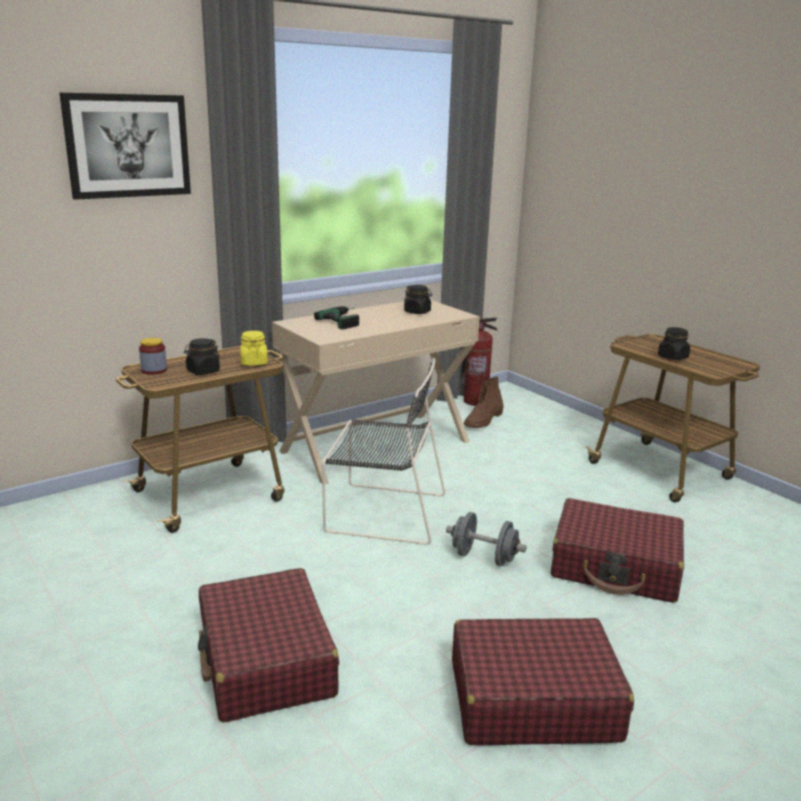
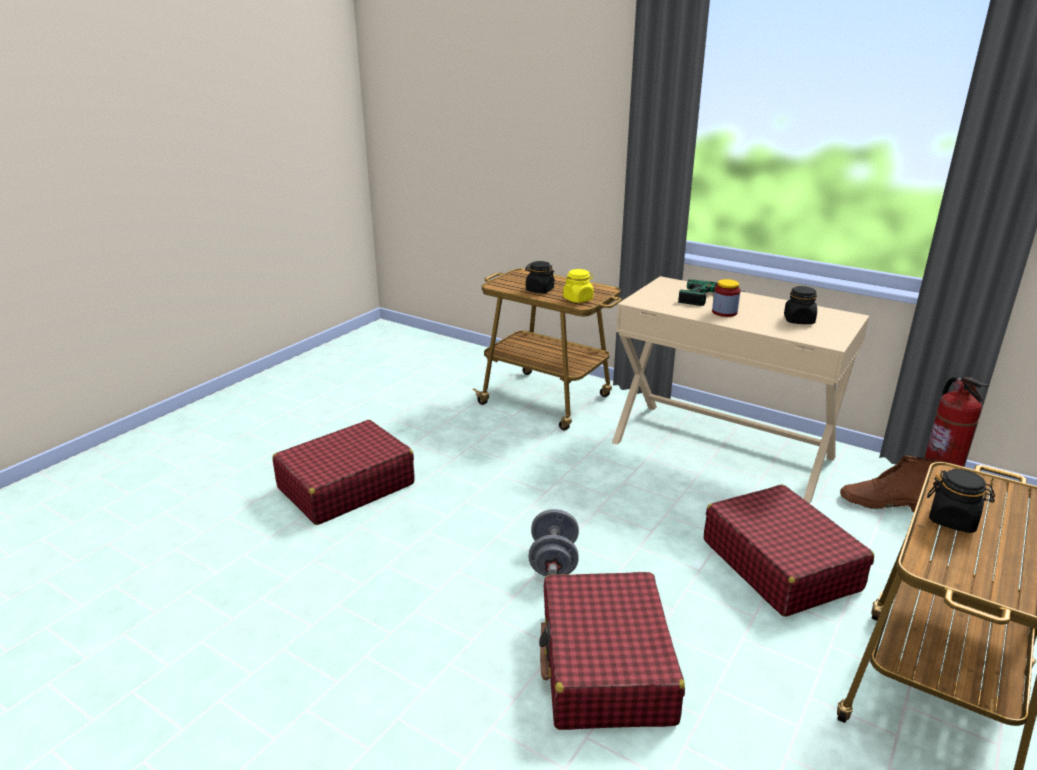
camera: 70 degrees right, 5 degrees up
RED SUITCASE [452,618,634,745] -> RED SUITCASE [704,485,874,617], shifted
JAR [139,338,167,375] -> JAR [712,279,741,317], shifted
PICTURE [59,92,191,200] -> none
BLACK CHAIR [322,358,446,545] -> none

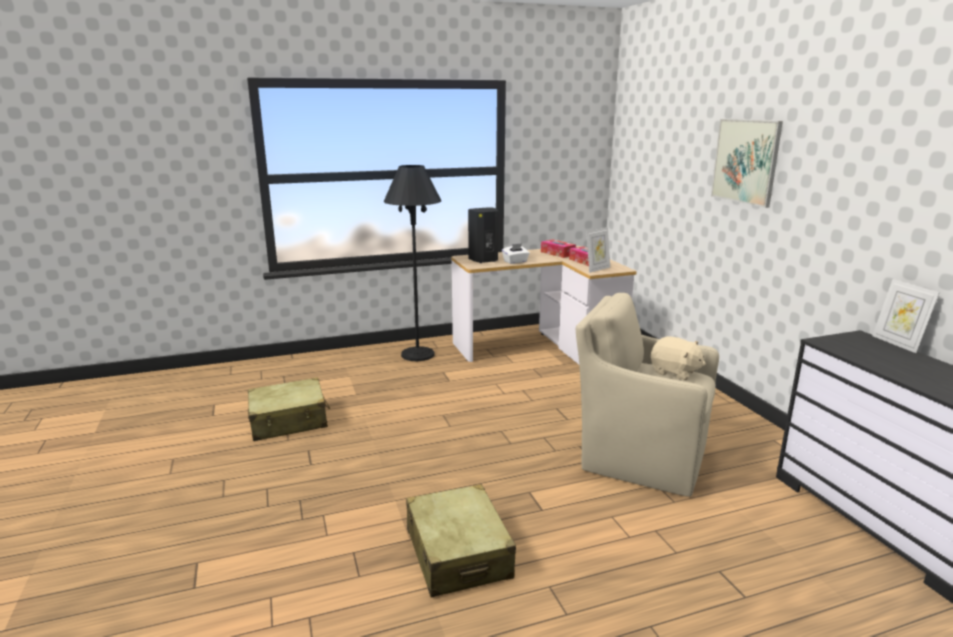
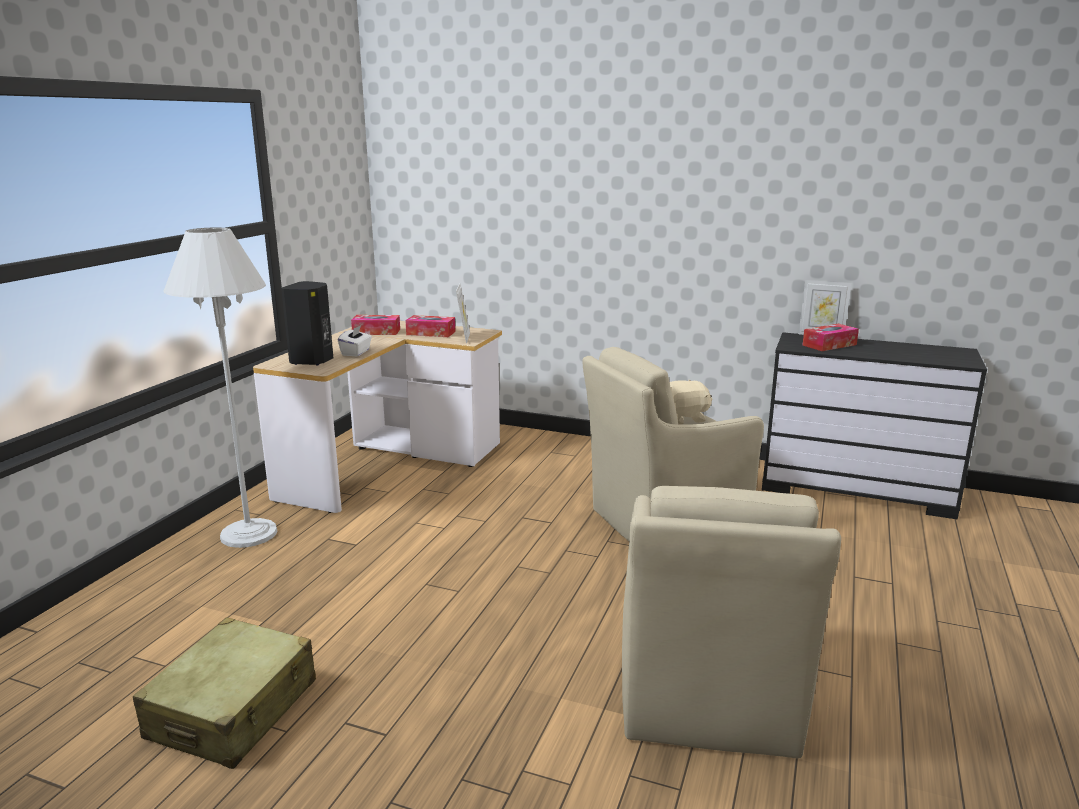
camera: 50 degrees left, 0 degrees up
BLACK FLOOR LAMP [384,165,441,361] -> WHITE FLOOR LAMP [163,228,277,548]
BEIGE SUITCASE [406,484,516,597] -> BEIGE ARMCHAIR [622,486,841,758]
none -> TISSUE BOX [803,324,859,351]
PICTURE [711,119,783,208] -> none

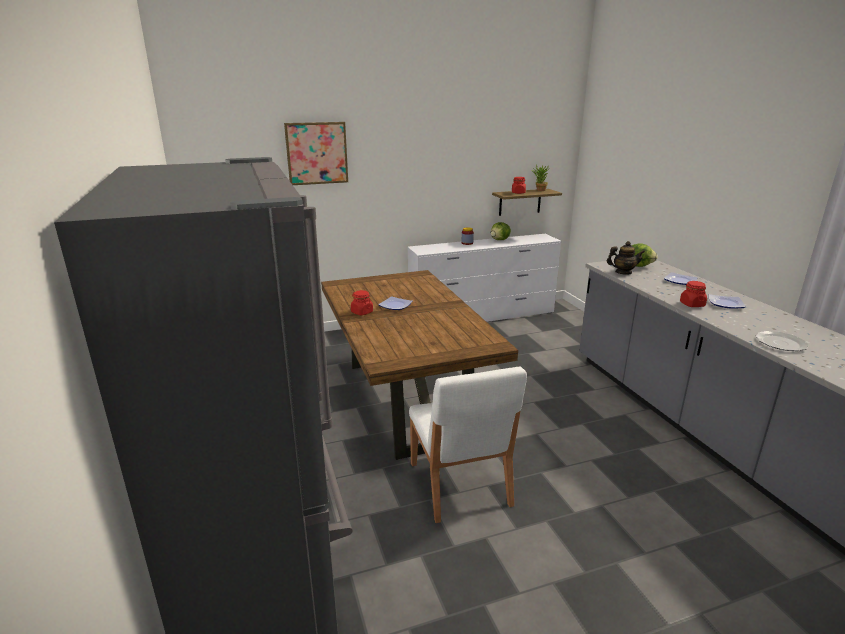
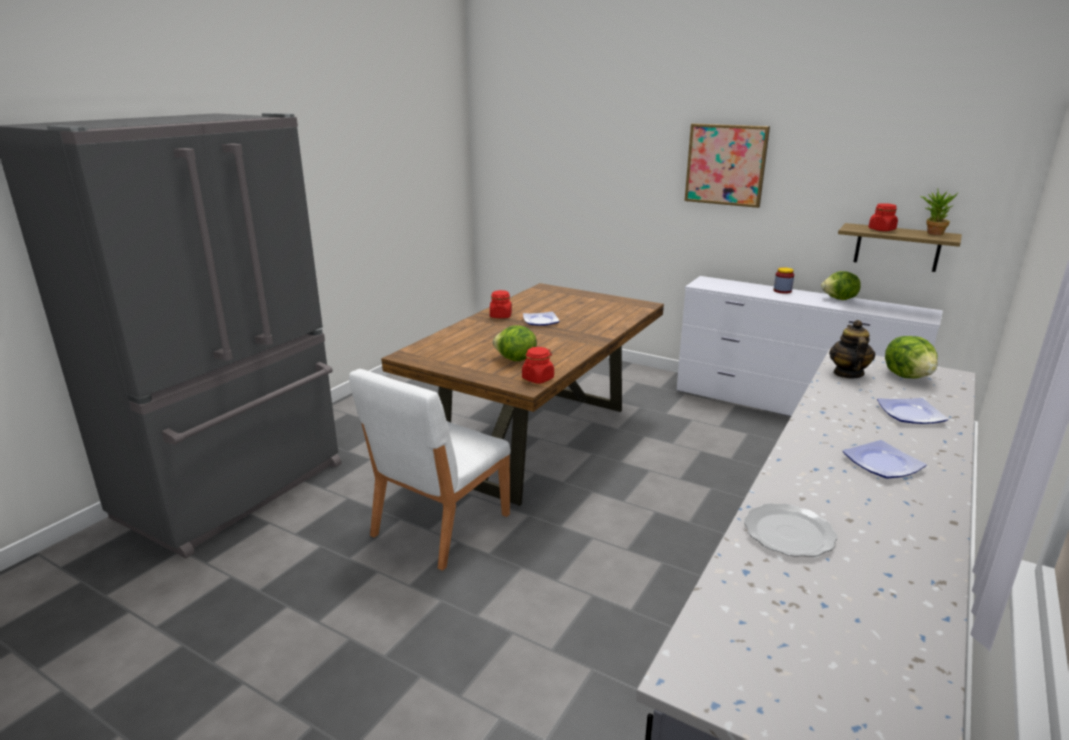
camera: 50 degrees right, 0 degrees up
none -> LETTUCE [493,325,537,361]
RED JAR [680,281,707,307] -> RED JAR [522,347,554,384], shifted
PICTURE [284,122,348,185] -> PICTURE [684,123,770,208], shifted
TEAPOT [607,241,645,275] -> TEAPOT [829,320,875,378], 135 degrees counterclockwise

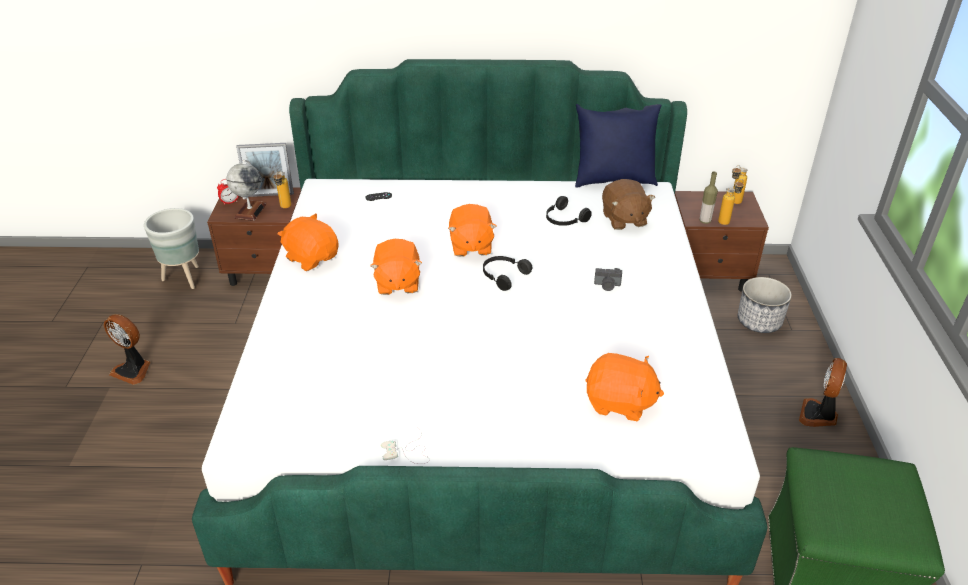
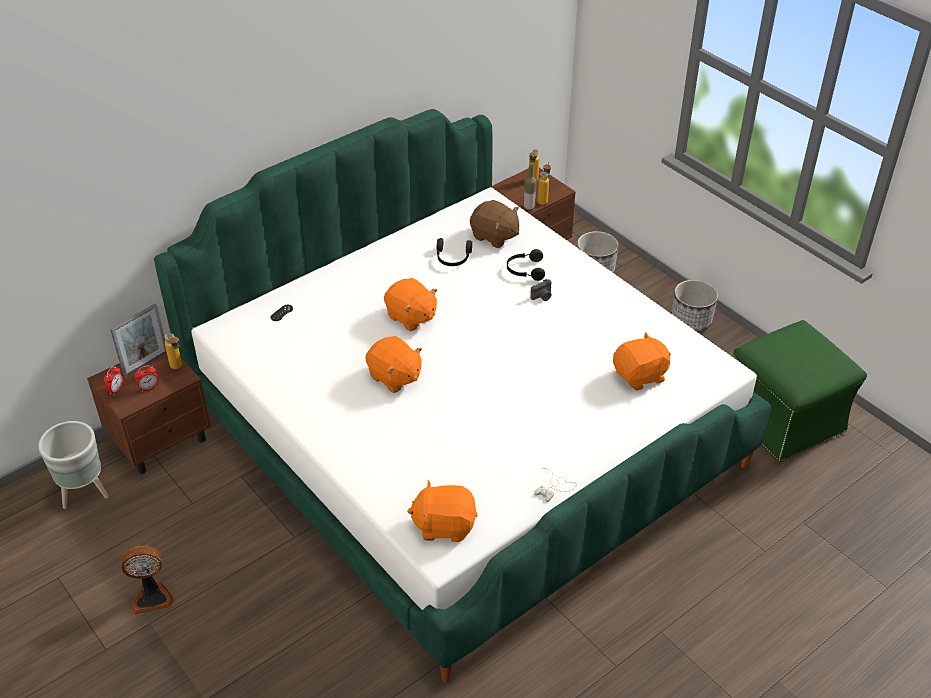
camera: 40 degrees left, 5 degrees up
GLOBE [226,160,266,221] -> ALARM CLOCK [135,365,159,392]
ORANGE PLUSH TOY [278,214,339,271] -> ORANGE PLUSH TOY [407,480,478,542], shifted
BLACK HEADPHONES [483,256,532,291] -> BLACK HEADPHONES [507,249,545,281], shifted
FAN [799,358,847,427] -> PLANTER [672,280,718,332]
BLUE PILLOW [575,104,661,188] -> none

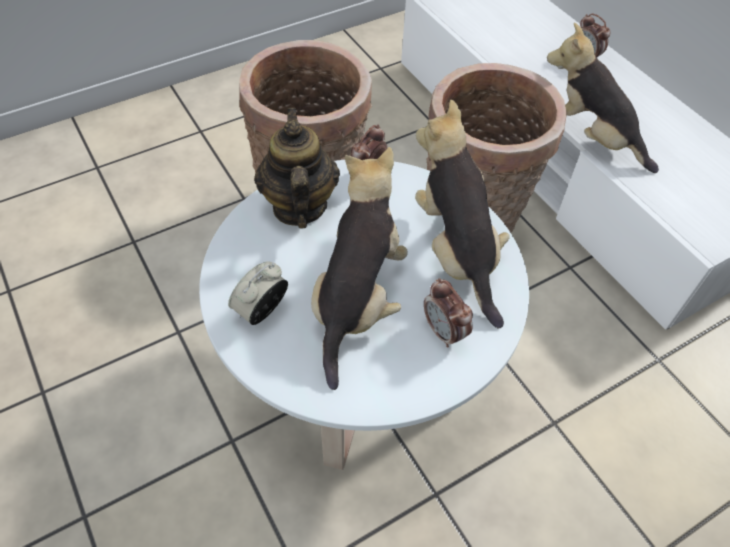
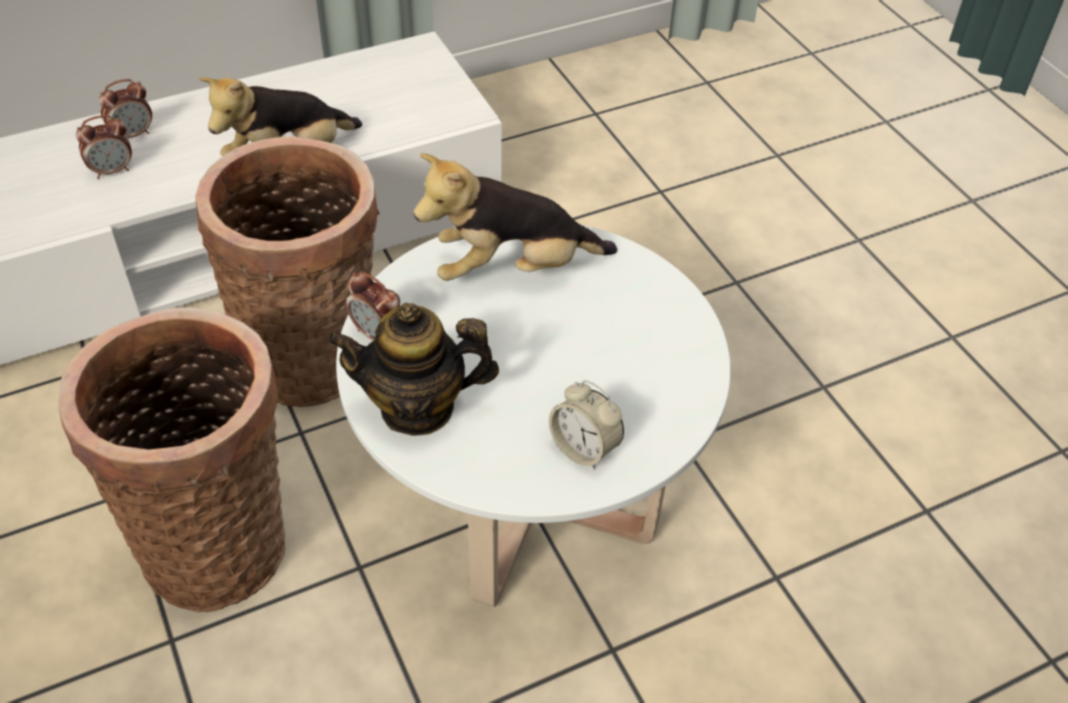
camera: 85 degrees left, 5 degrees down
ALARM CLOCK [424,278,473,348] -> ALARM CLOCK [76,115,132,179], shifted
PLUSH TOY [311,147,408,390] -> none

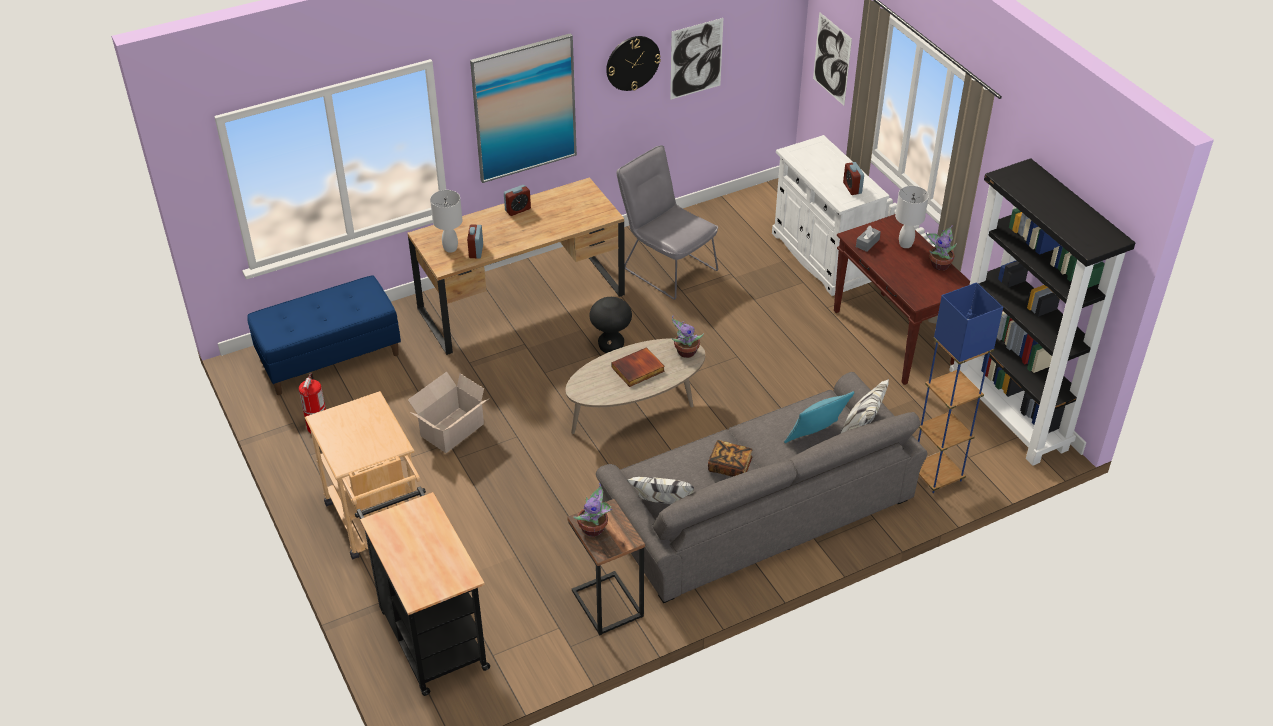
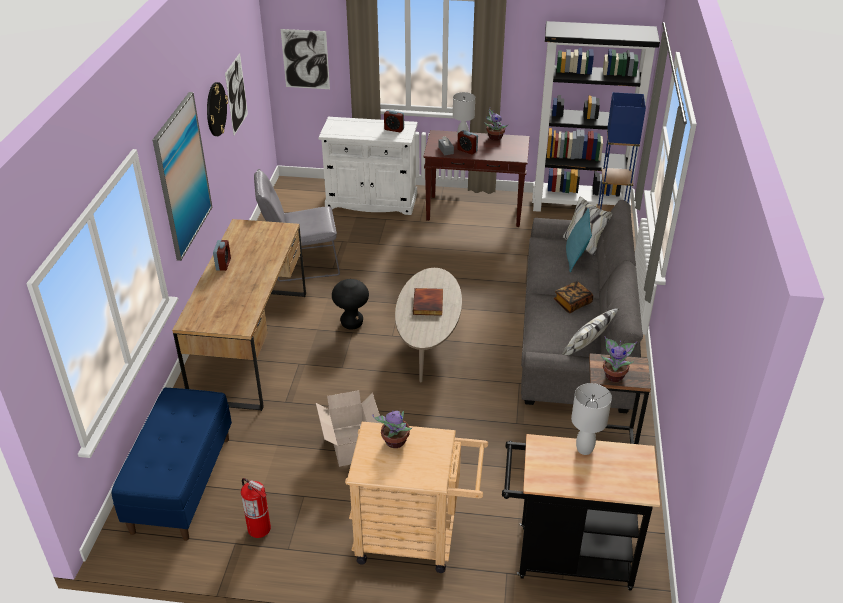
camera: 55 degrees left, 5 degrees down
POTTED PLANT [671,315,704,358] -> POTTED PLANT [372,410,412,448], shifted
ALARM CLOCK [467,225,483,258] -> ALARM CLOCK [457,130,478,154], shifted
WHITE TABLE LAMP [430,190,463,253] -> WHITE TABLE LAMP [571,383,612,455], shifted

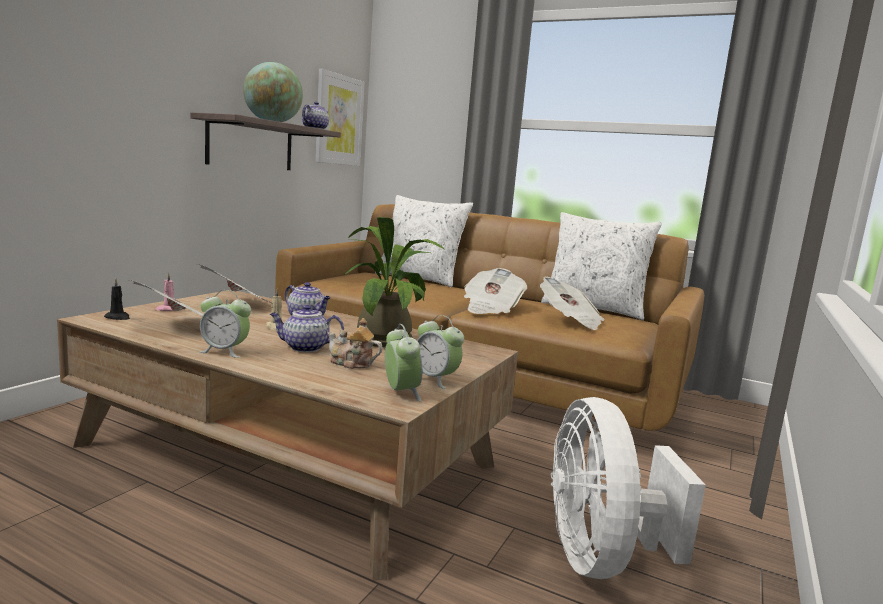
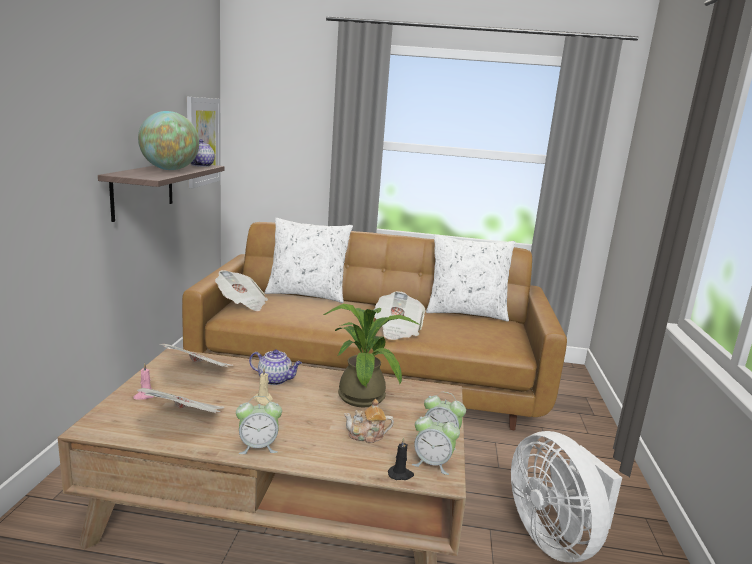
camera: 20 degrees left, 5 degrees up
NEWSPAPER [540,276,604,330] -> NEWSPAPER [215,270,268,311], shifted
BLACK CANDLE [104,279,130,320] -> BLACK CANDLE [388,437,414,480], shifted
ALARM CLOCK [385,324,423,401] -> ALARM CLOCK [412,412,460,475], 150 degrees clockwise
TEAPOT [270,305,344,352] -> none

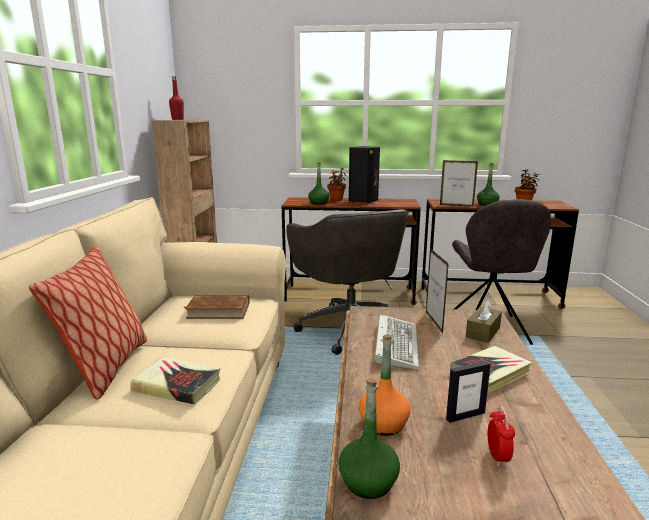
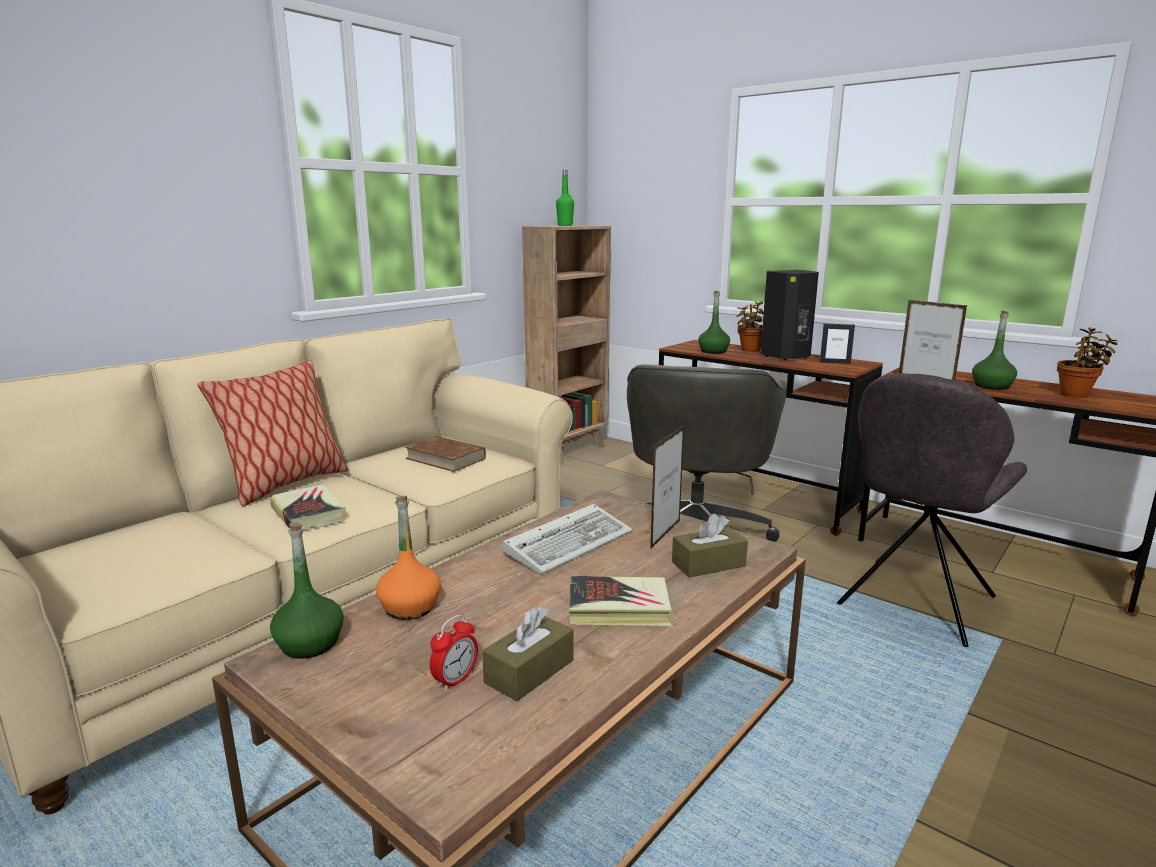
camera: 35 degrees right, 0 degrees up
none -> BROWN TISSUE BOX [482,606,574,701]
RED BOTTLE [169,76,184,120] -> GREEN BOTTLE [556,170,574,226]
PICTURE FRAME [446,361,490,423] -> PICTURE FRAME [820,324,855,364], shifted

